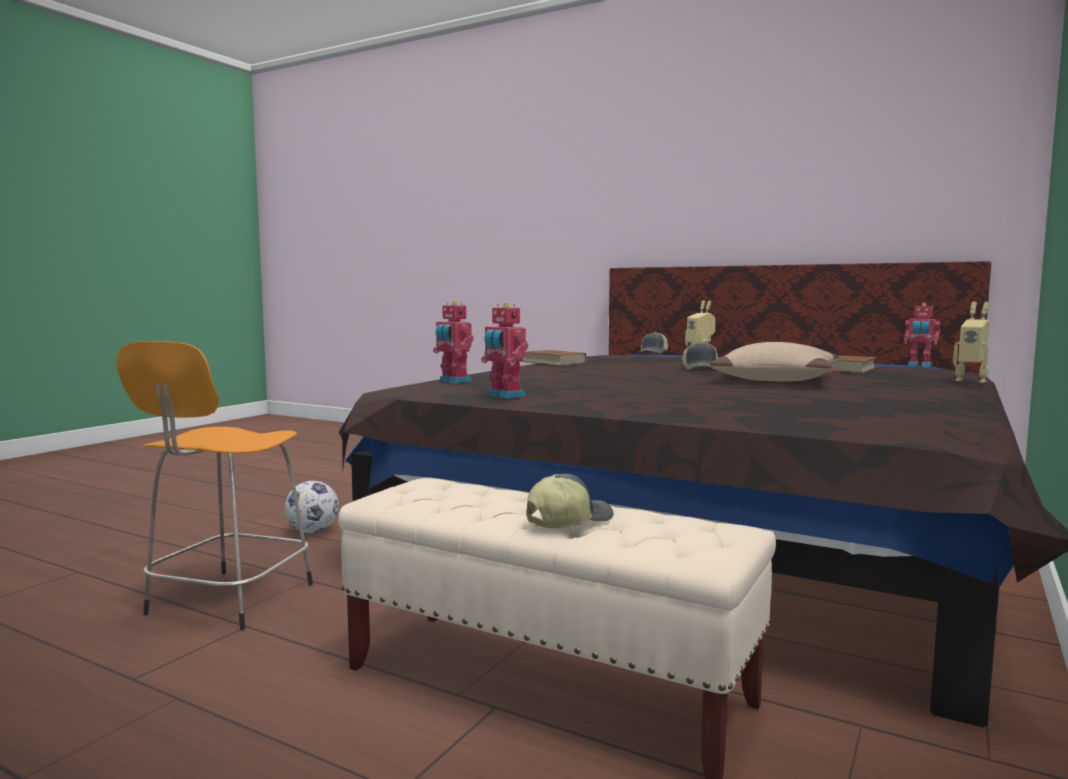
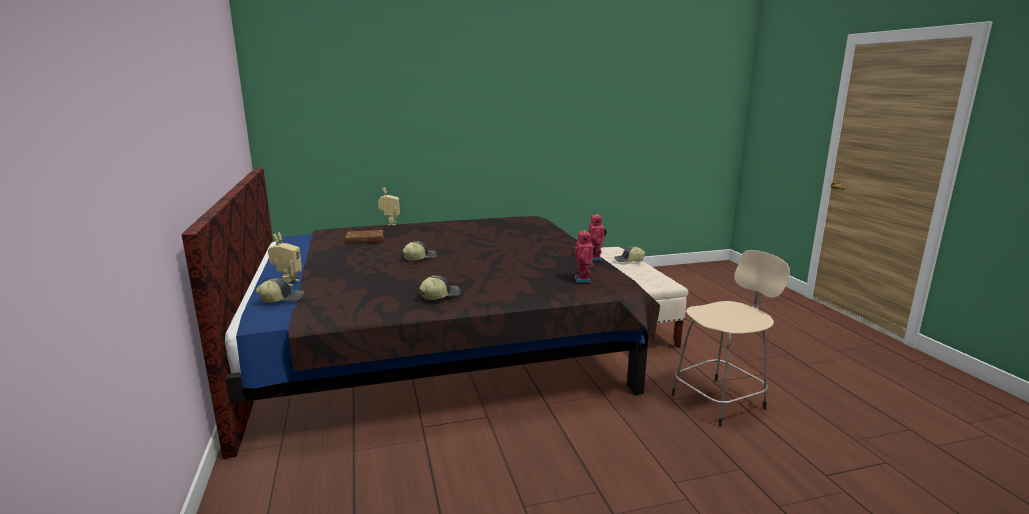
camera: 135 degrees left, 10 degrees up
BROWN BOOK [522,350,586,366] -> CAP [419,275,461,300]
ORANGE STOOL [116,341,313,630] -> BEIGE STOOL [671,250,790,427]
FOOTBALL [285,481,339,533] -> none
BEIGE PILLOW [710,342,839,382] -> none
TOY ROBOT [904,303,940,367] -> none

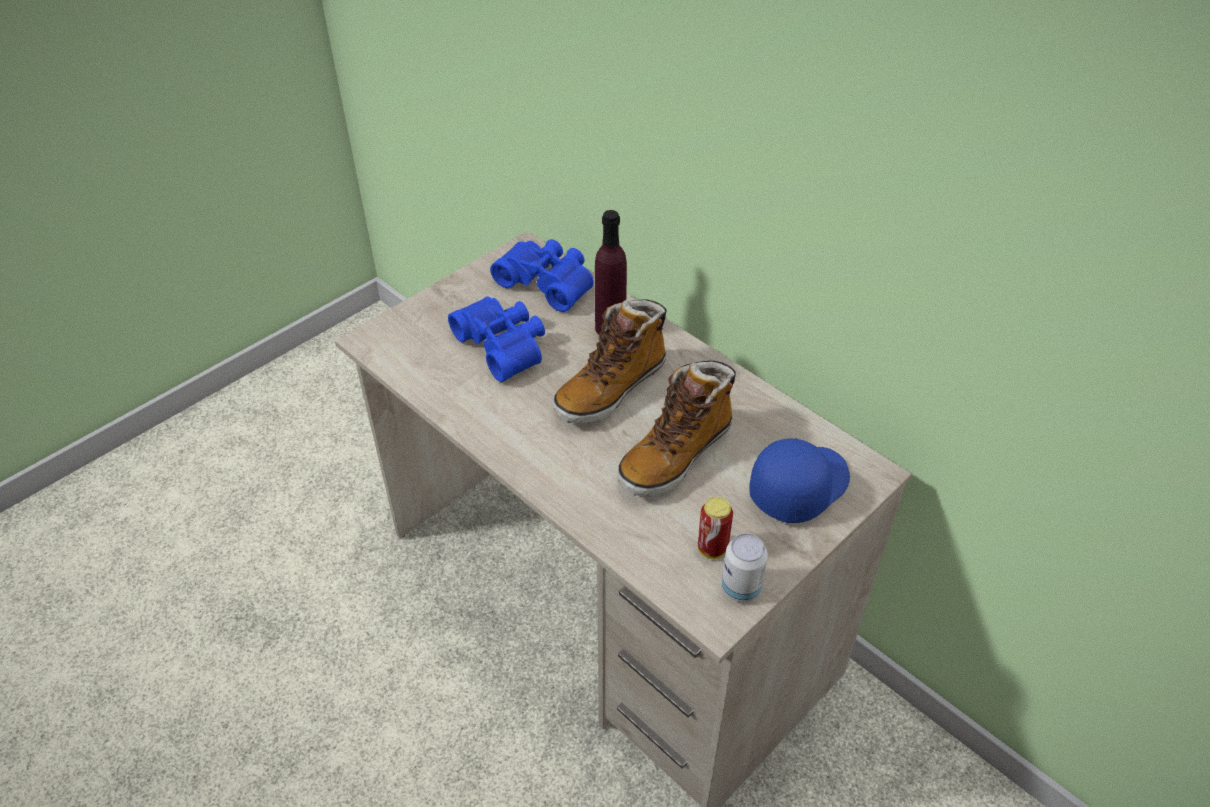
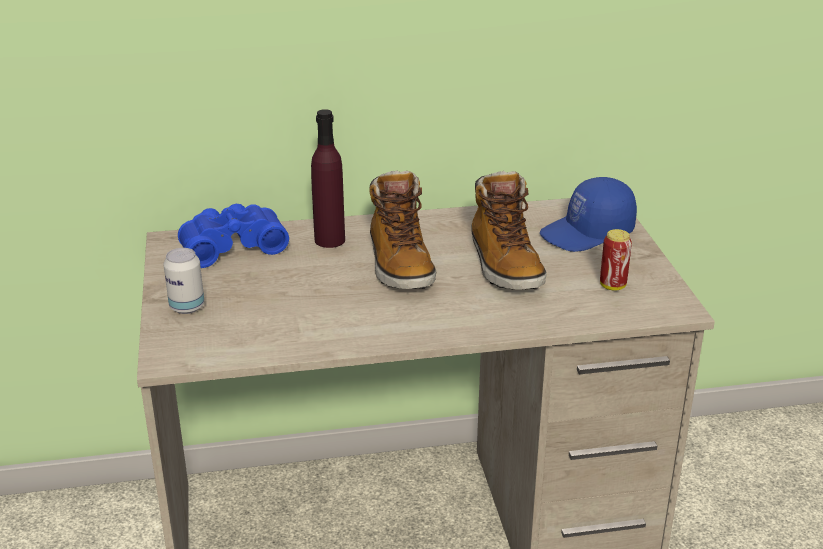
camera: 55 degrees left, 15 degrees down
CAN [721,533,768,602] -> CAN [163,248,204,314], shifted
BLUE CAP [749,438,850,523] -> BLUE CAP [540,177,637,252], 105 degrees counterclockwise
BLUE BINOCULARS [448,296,545,382] -> none

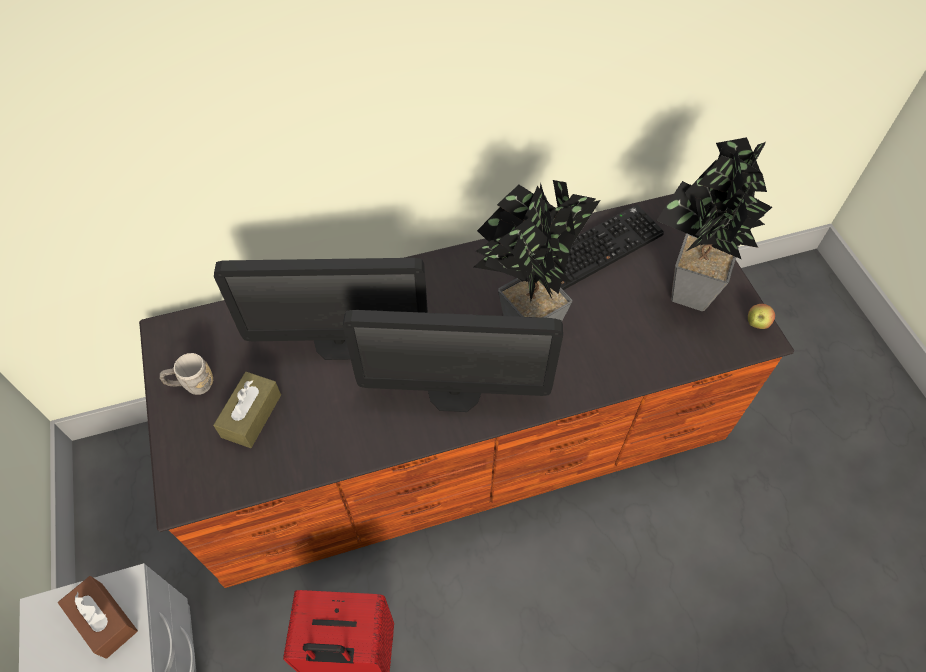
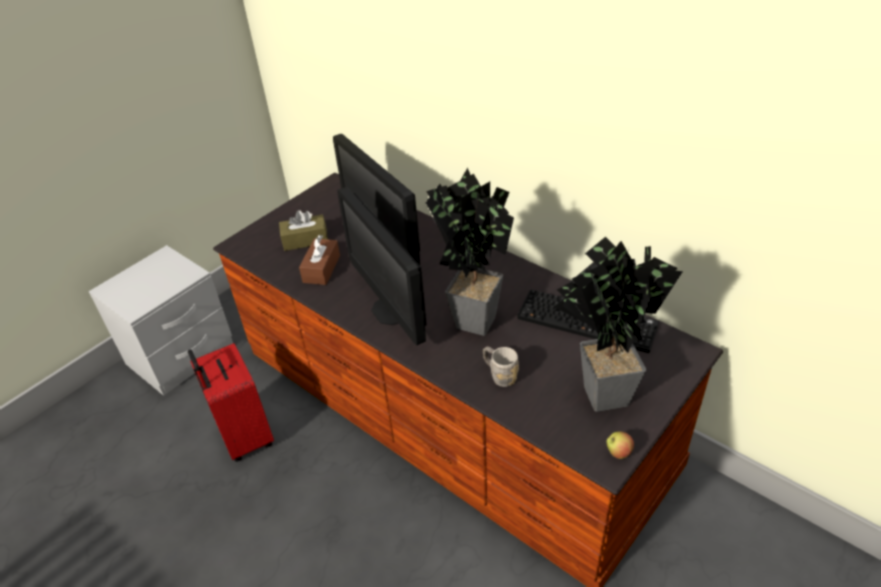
camera: 60 degrees right, 15 degrees down
BROWN TISSUE BOX [58,576,138,659] -> BROWN TISSUE BOX [299,235,340,285], shifted
GREY MUG [160,353,214,395] -> GREY MUG [483,347,519,387], shifted

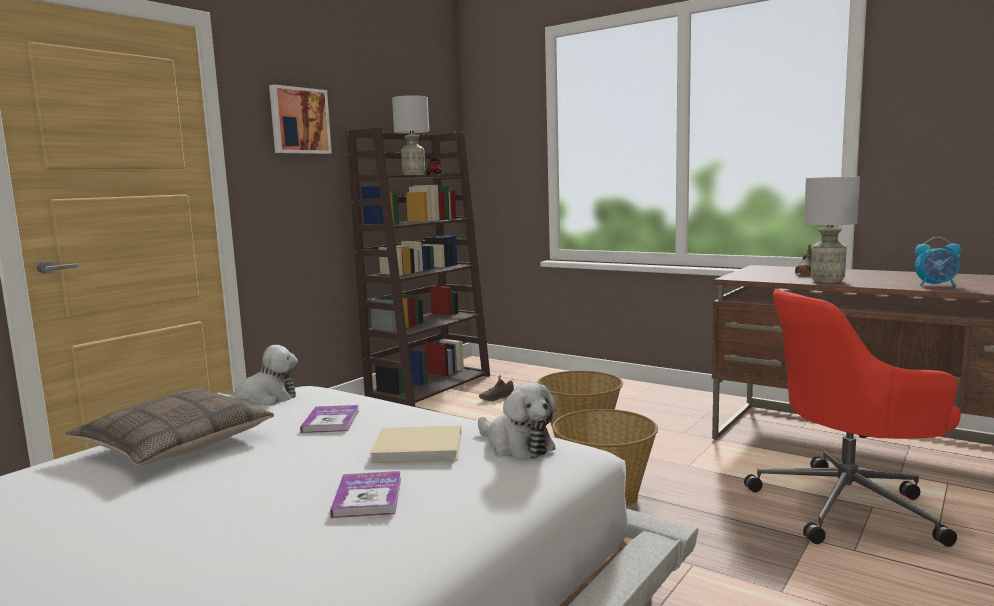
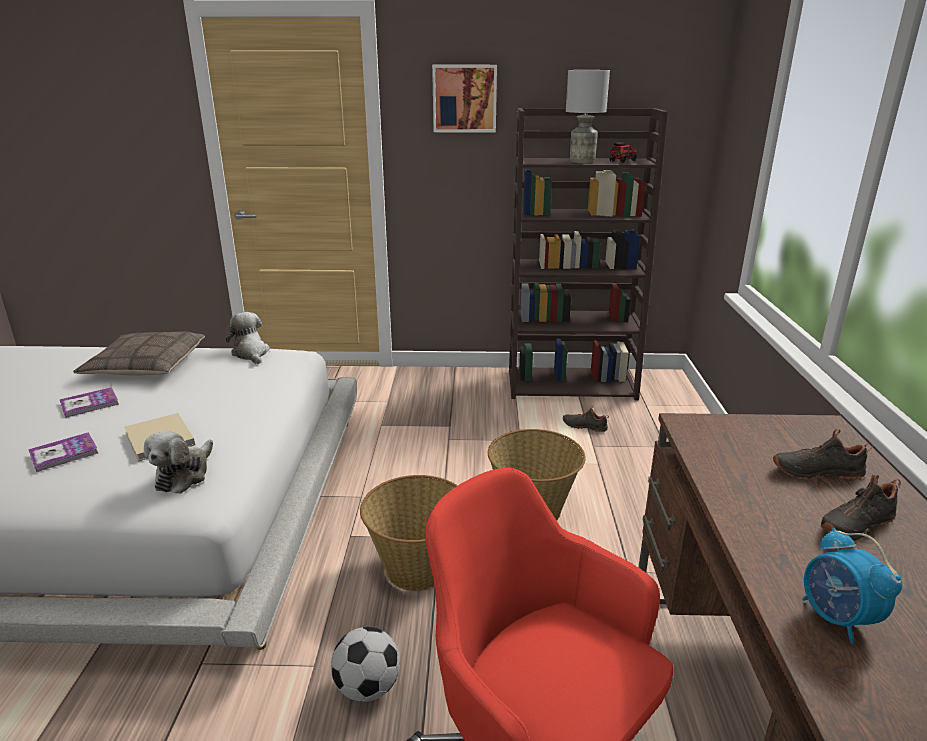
camera: 55 degrees right, 15 degrees up
BOOK [300,405,359,433] -> BOOK [60,387,119,418], shifted
PLUSH TOY [216,345,298,405] -> PLUSH TOY [226,312,270,364], 150 degrees counterclockwise
none -> FOOTBALL [331,627,400,702]
none -> BLACK SHOE [821,474,901,542]
GREY TABLE LAMP [804,176,860,283] -> none

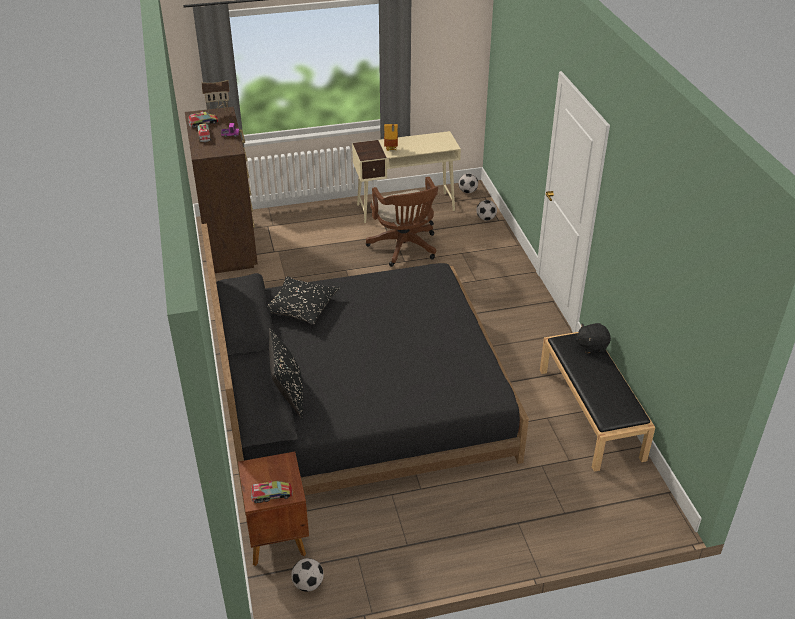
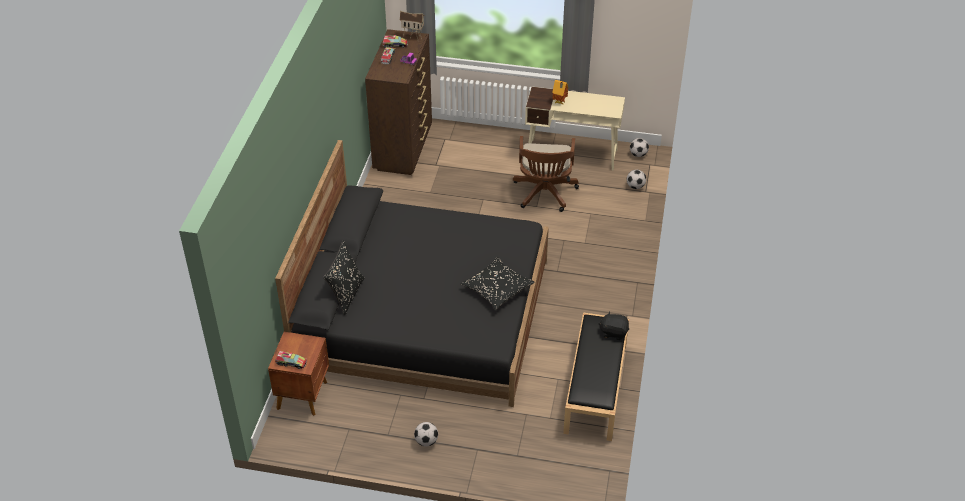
camera: 25 degrees right, 5 degrees up
FOOTBALL [291,558,323,592] -> FOOTBALL [414,422,438,447], shifted
BLACK PILLOW [268,276,340,325] -> BLACK PILLOW [460,257,535,310], shifted

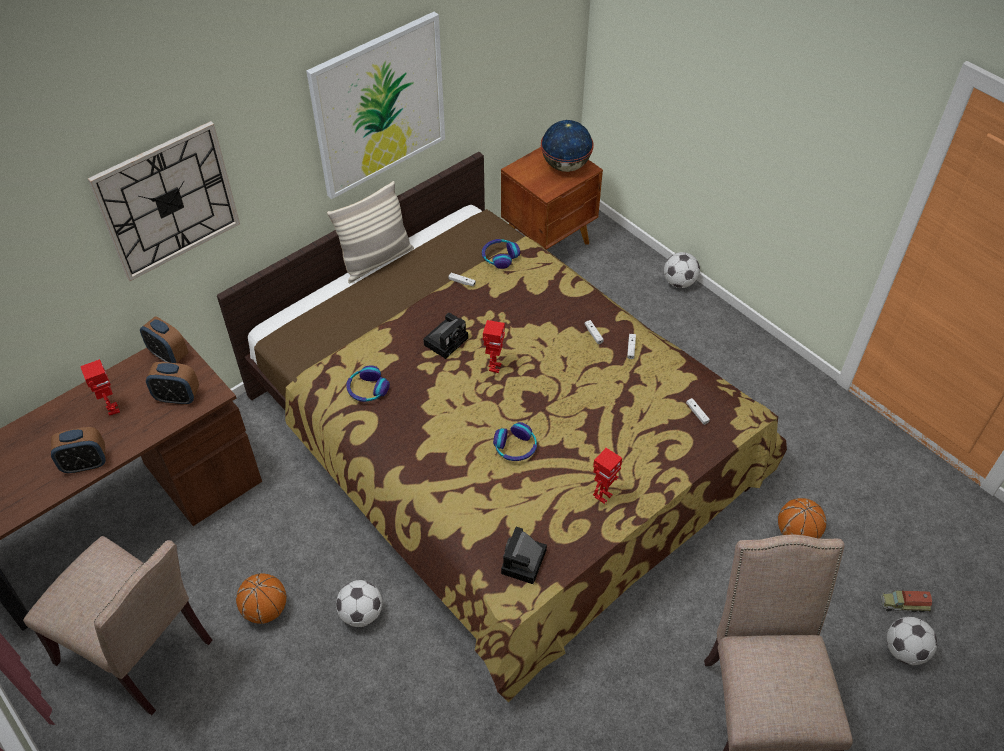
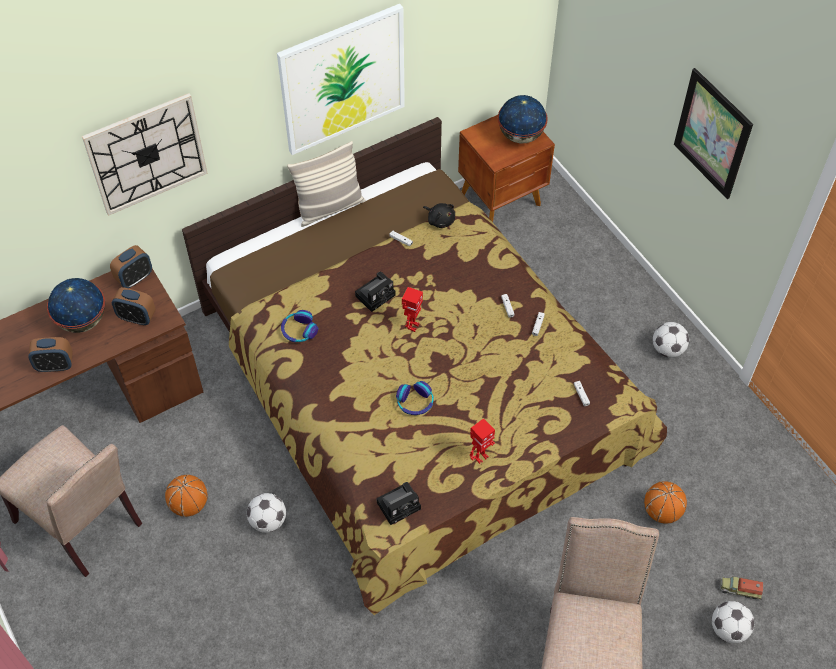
camera: 10 degrees right, 5 degrees up
TOY ROBOT [80,359,120,416] -> GLOBE [47,278,105,333]
ALARM CLOCK [140,317,188,363] -> ALARM CLOCK [110,245,152,288], 90 degrees counterclockwise
PHOTO CAMERA [501,527,547,584] -> PHOTO CAMERA [377,482,421,525], 150 degrees counterclockwise
HEADPHONES [482,239,520,269] -> BLACK PLUSH TOY [423,203,455,228]
FOOTBALL [664,252,700,288] -> FOOTBALL [653,322,689,358], shifted
none -> PICTURE [674,68,753,199]

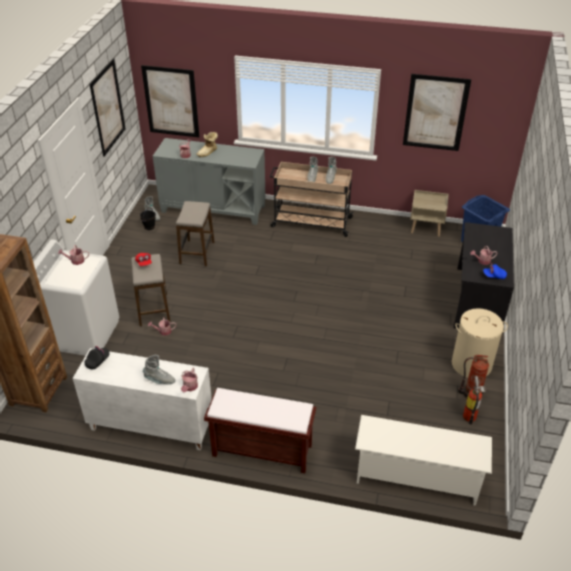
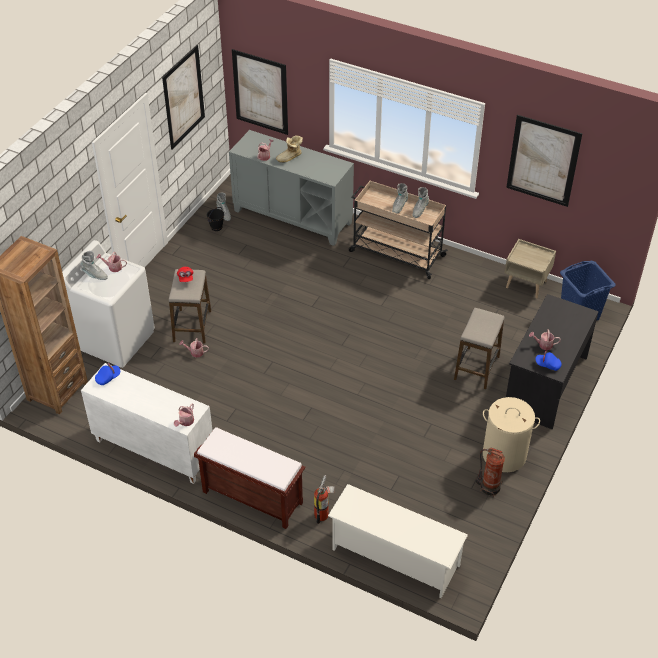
camera: 15 degrees right, 5 degrees up
GREY BOOT [143,355,175,384] -> GREY BOOT [81,251,108,280], shifted
BLACK CAP [85,346,109,369] -> BLUE CAP [95,363,120,385]
FIRE EXTINGUISHER [463,376,486,425] -> FIRE EXTINGUISHER [314,475,335,524], shifted
STOOL [176,201,215,266] -> STOOL [454,308,504,389], shifted

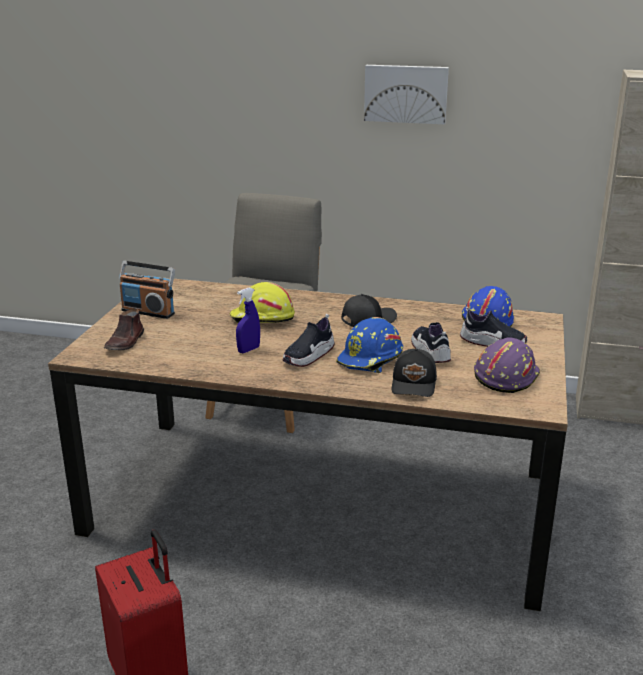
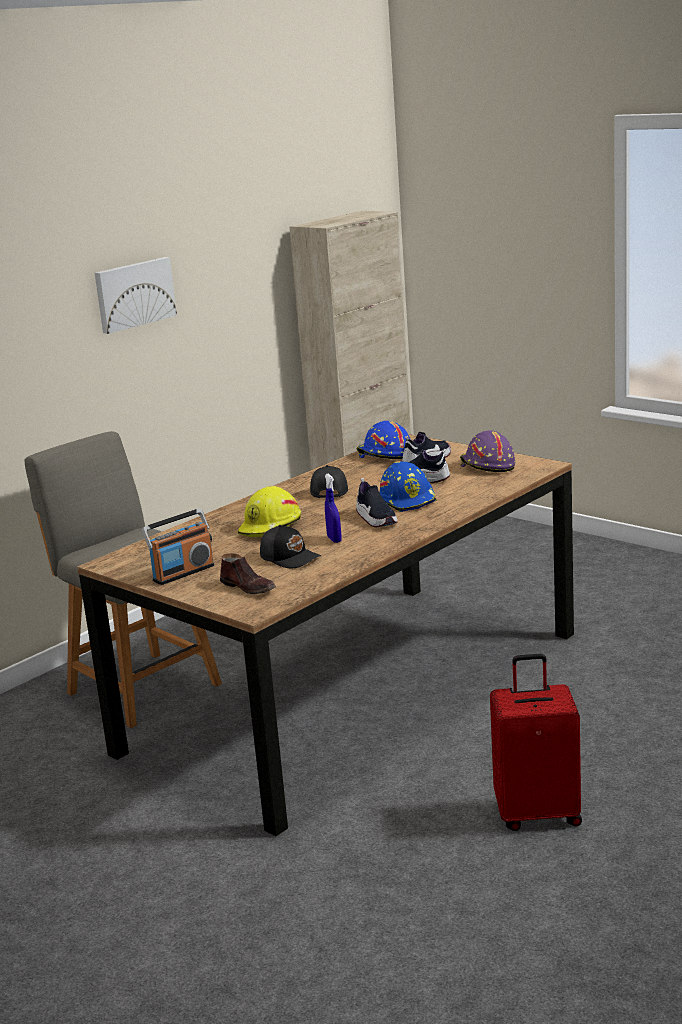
camera: 60 degrees left, 5 degrees down
BLACK CAP [391,348,437,397] -> BLACK CAP [260,525,321,568], shifted

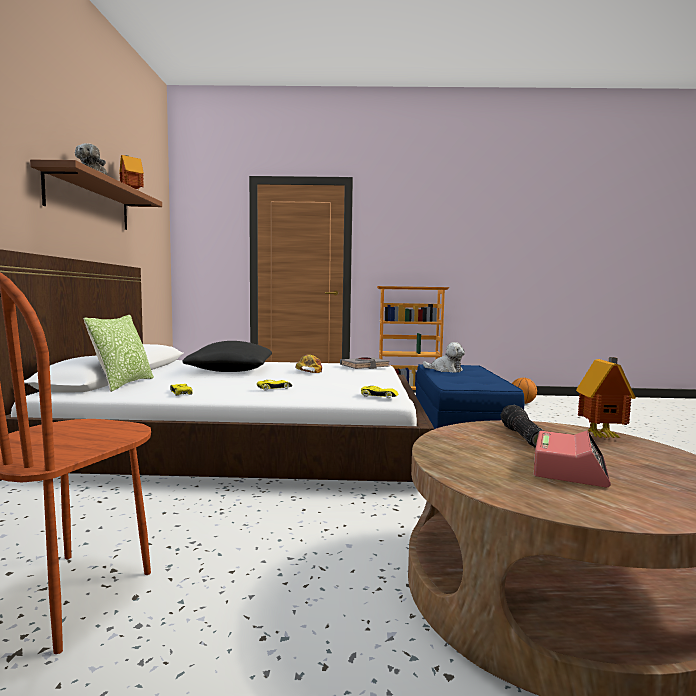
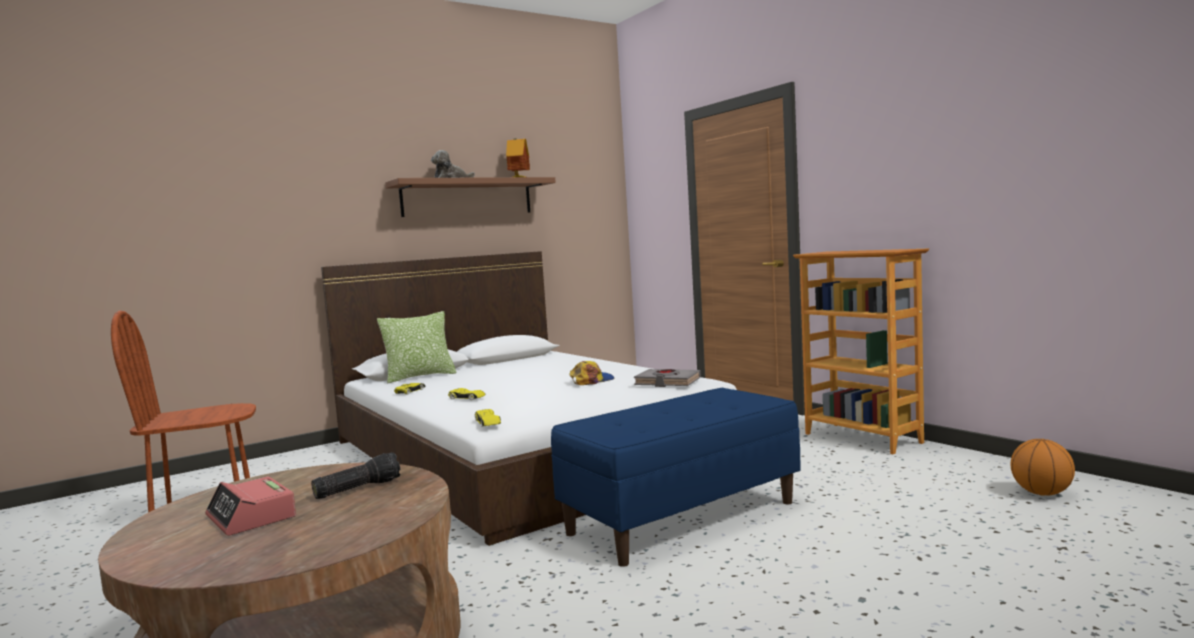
camera: 55 degrees right, 0 degrees up
ALARM CLOCK [534,431,611,487] -> ALARM CLOCK [205,476,296,536], 60 degrees clockwise
BLACK PILLOW [182,341,272,372] -> none
PLUSH TOY [423,342,465,373] -> none
TOY HOUSE [576,357,636,438] -> none

